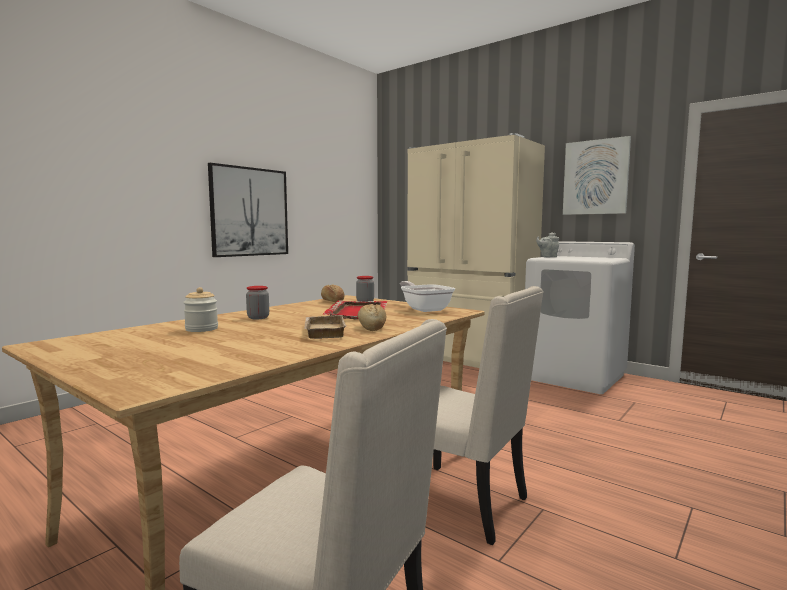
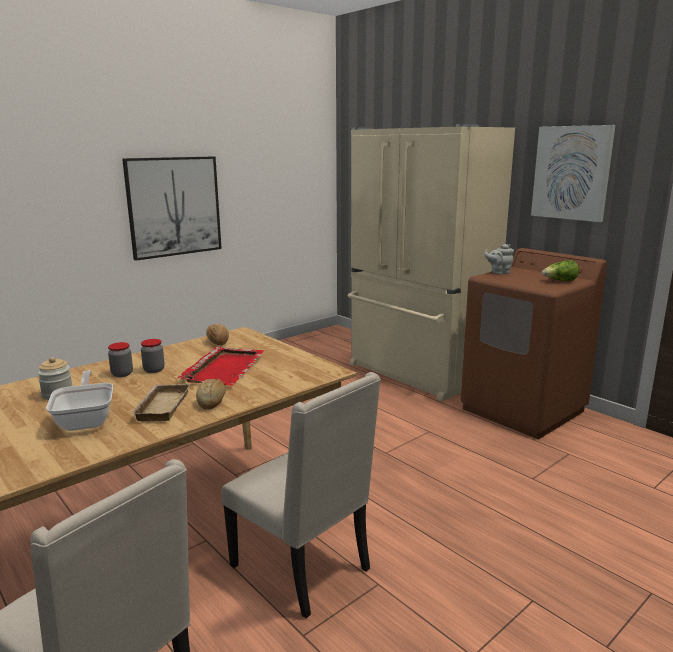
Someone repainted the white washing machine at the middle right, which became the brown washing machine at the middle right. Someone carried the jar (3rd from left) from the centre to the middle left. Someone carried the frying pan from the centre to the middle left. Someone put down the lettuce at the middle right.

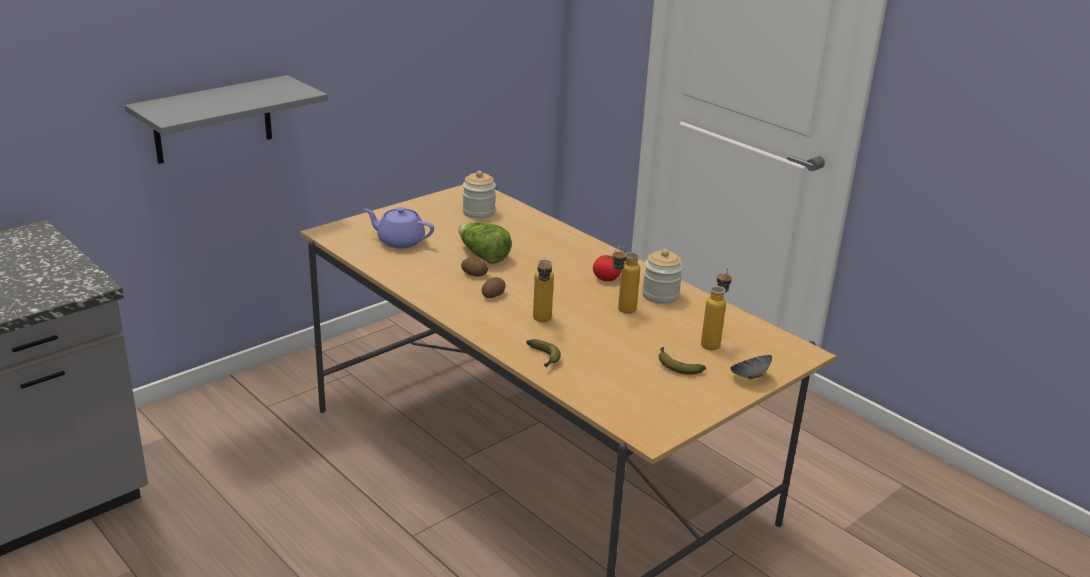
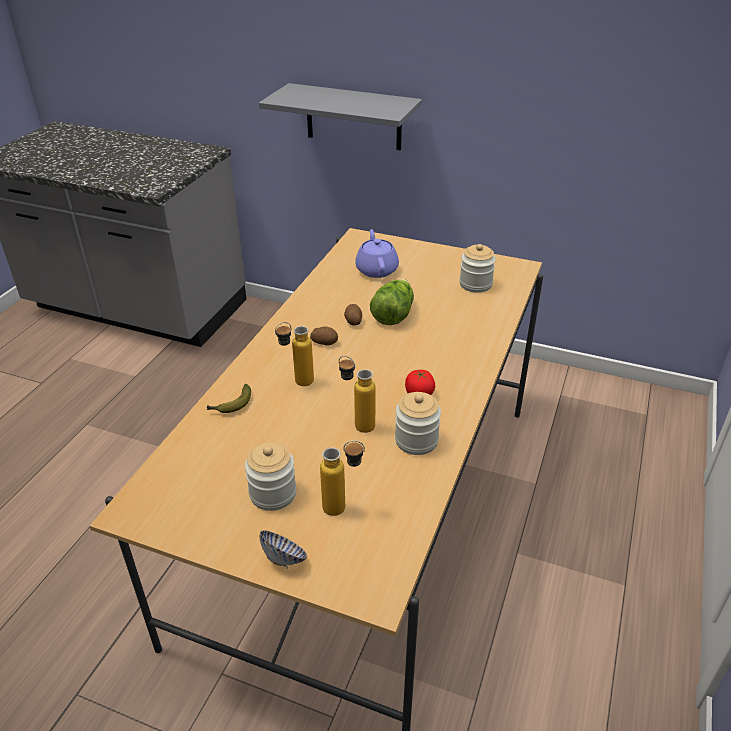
Someone swapped the banana (2nd from left) at the centre for the jar (1st from left) at the centre.

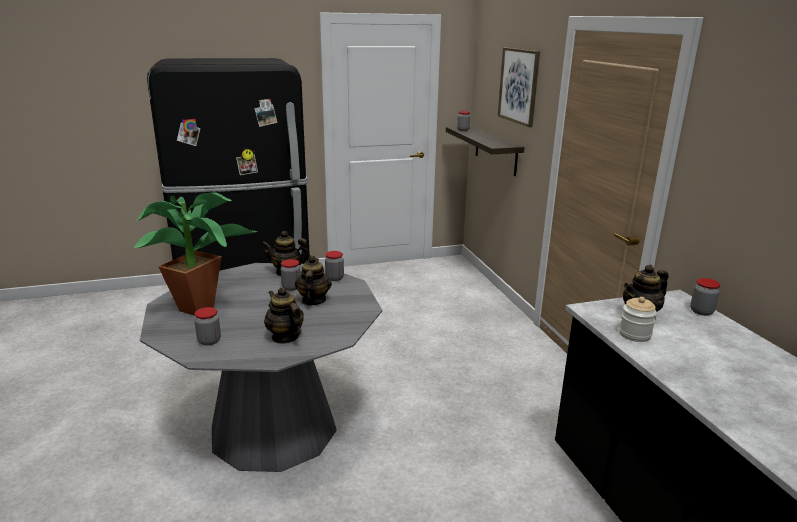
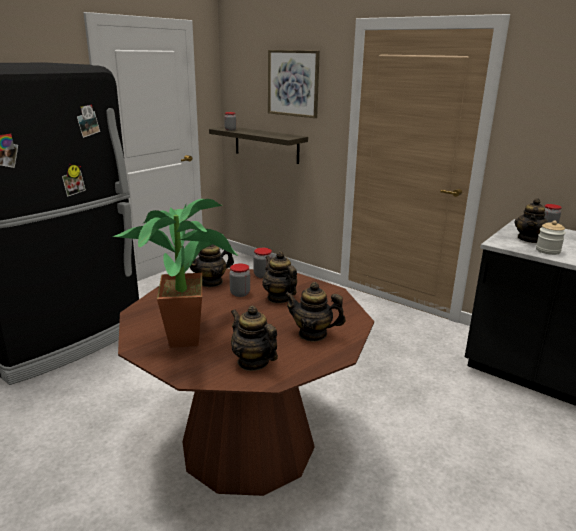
Someone repainted the grey dining table at the bottom left, which became the brown dining table at the bottom centre. Someone swapped the jar (1st from left) at the middle left for the teapot (2nd from left) at the centre.

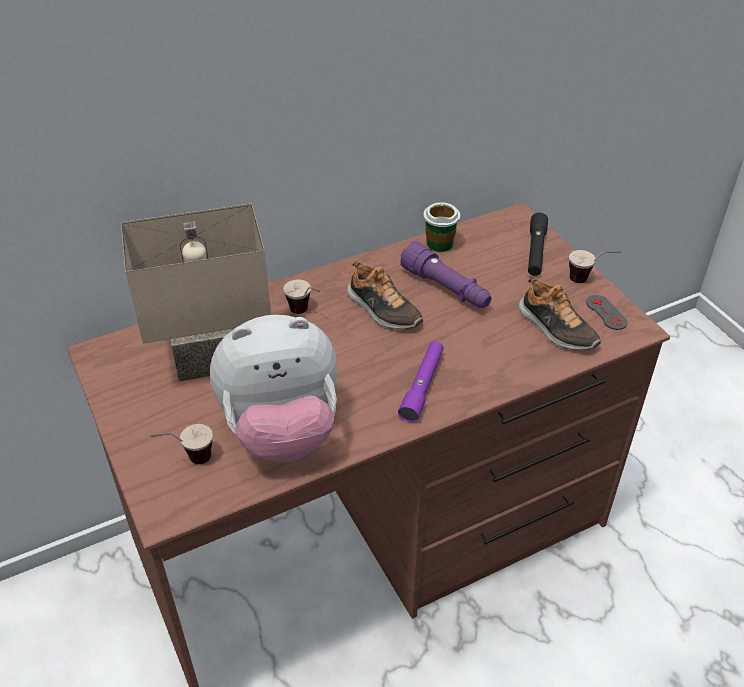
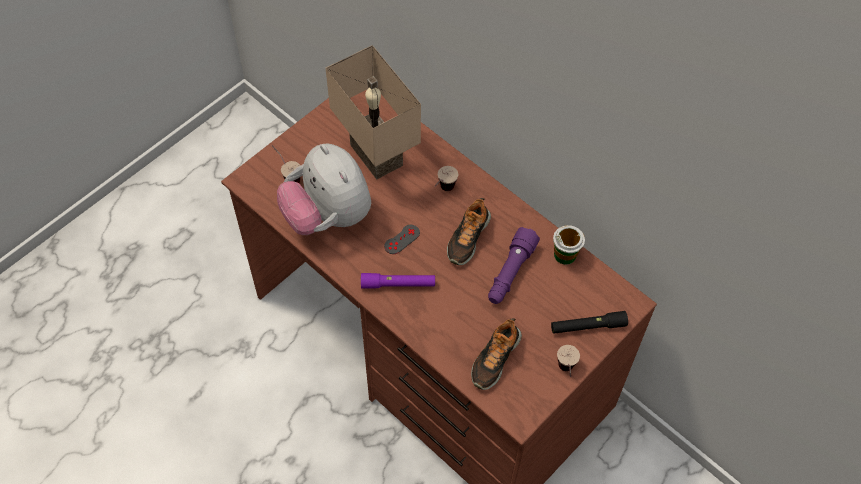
Someone carried the grey game controller from the middle right to the centre.

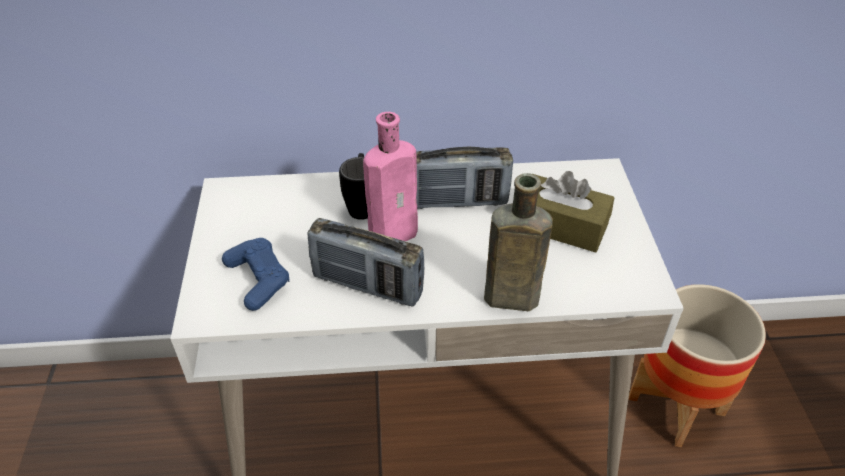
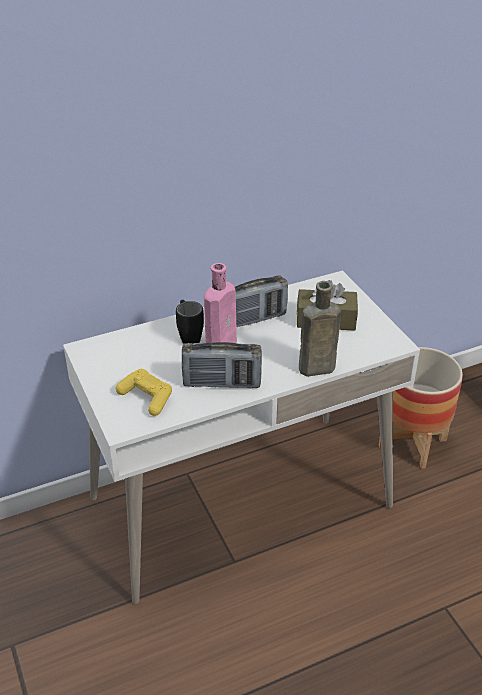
Someone repainted the blue game controller at the middle left, which became the yellow game controller at the middle left.

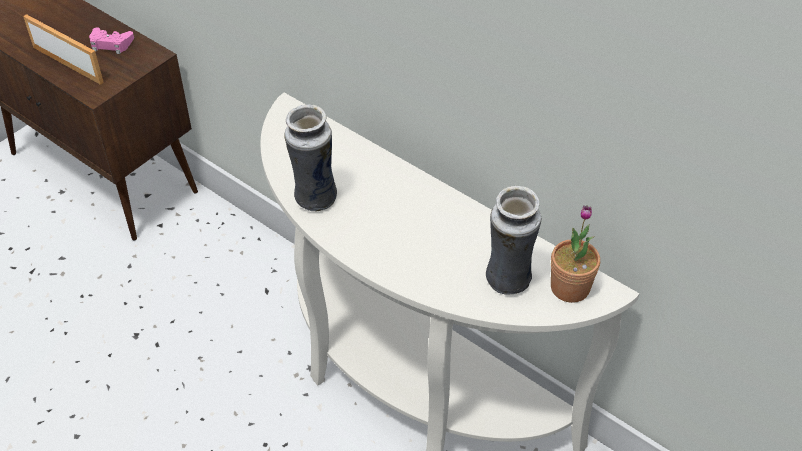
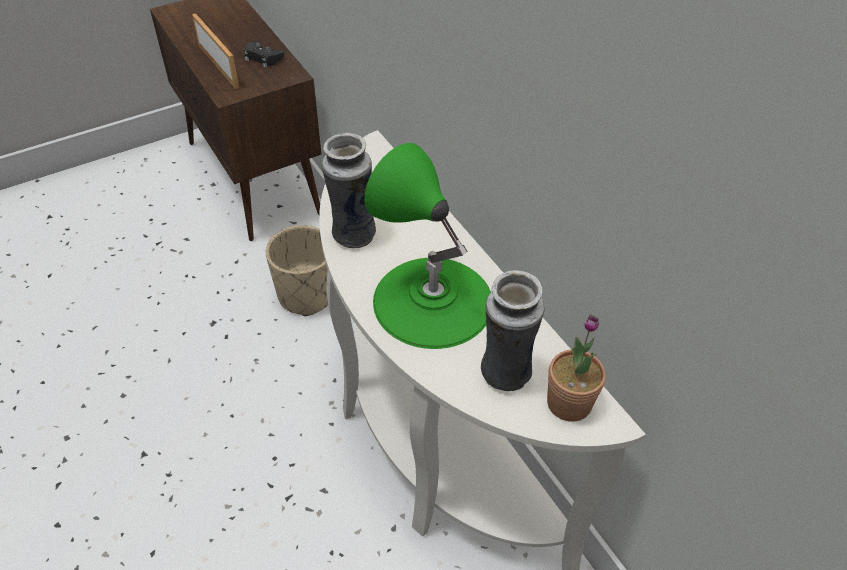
Someone repainted the pink game controller at the top left, which became the black game controller at the top left. Someone put down the green table lamp at the centre. Someone put down the beige planter at the centre.

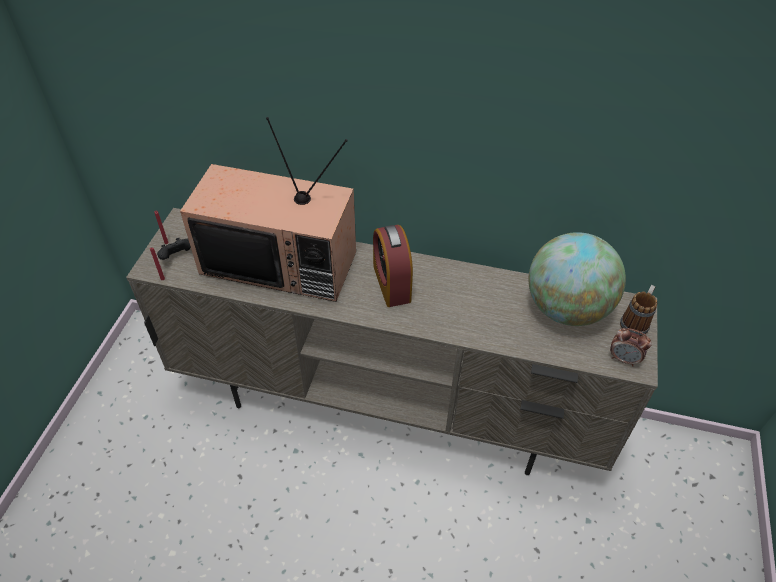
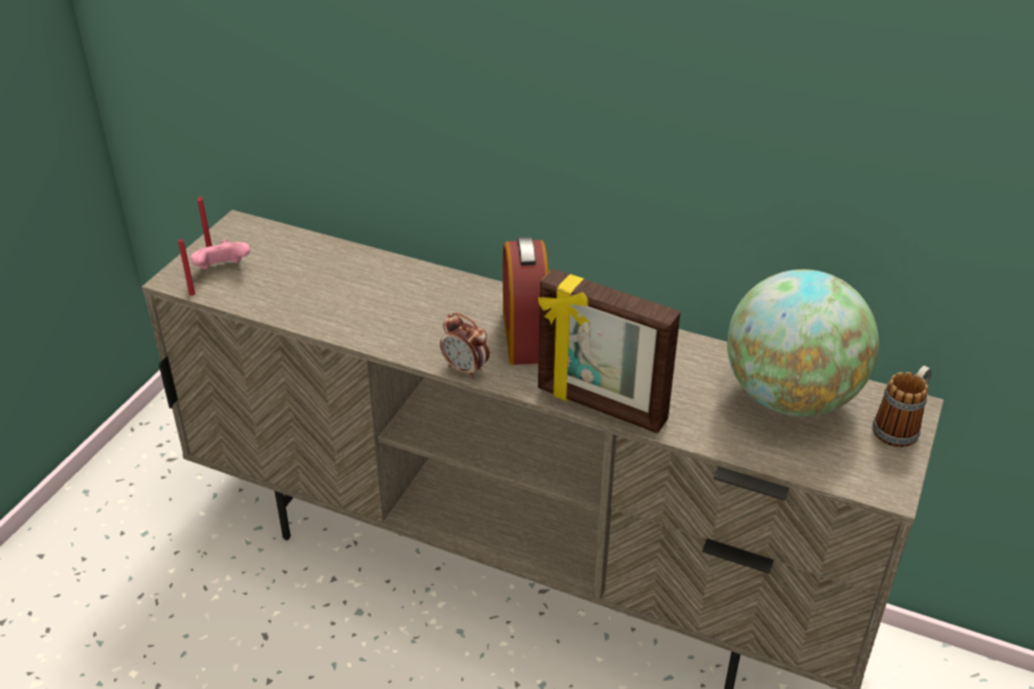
Someone took away the television at the centre. Someone repainted the black game controller at the middle left, which became the pink game controller at the middle left. Someone carried the alarm clock (2nd from left in the first image) from the middle right to the centre. Someone put down the picture frame at the centre.

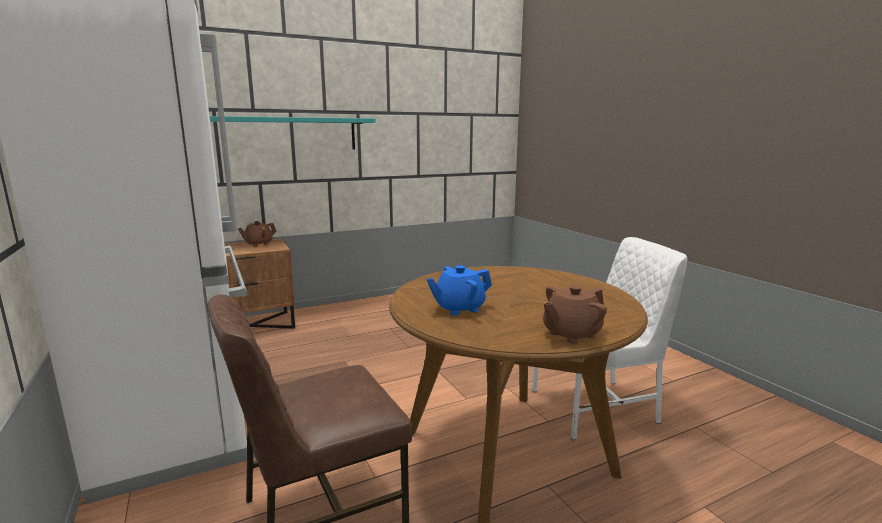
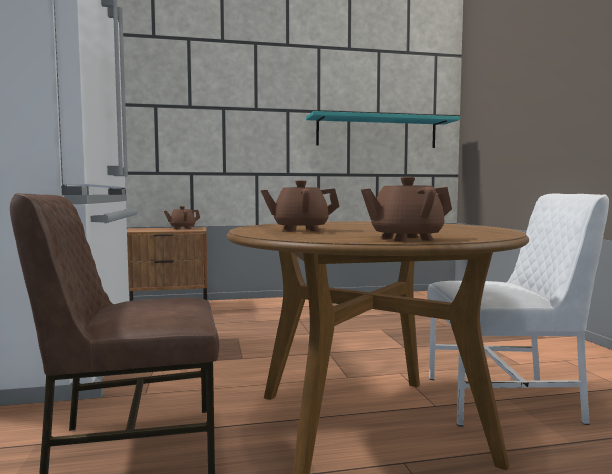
Someone carried the turquoise shelf from the top left to the top centre. Someone repainted the blue teapot at the centre, which became the brown teapot (2nd from left) at the centre.

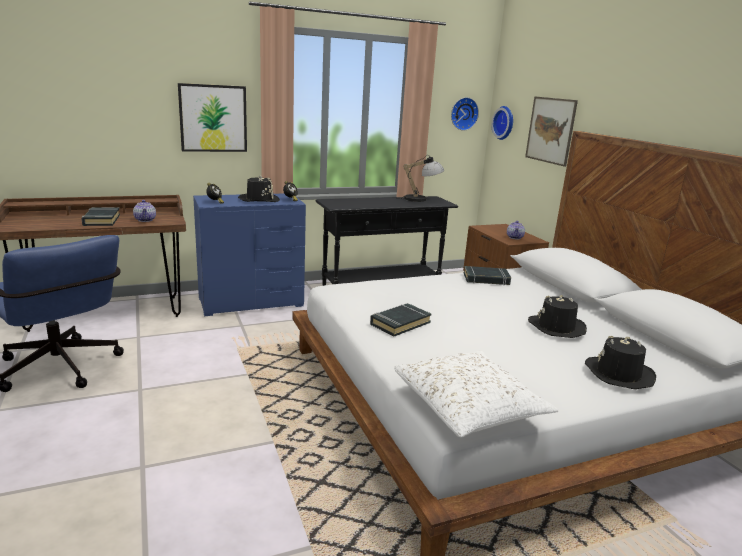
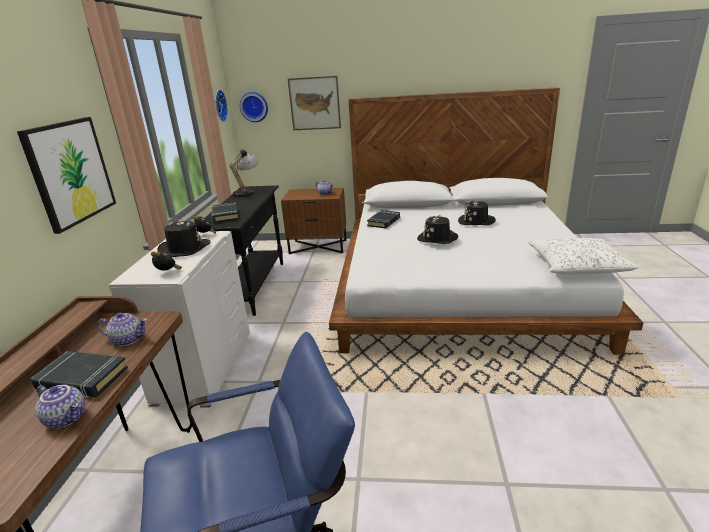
Someone repainted the blue dresser at the centre, which became the white dresser at the middle left. Someone carried the black book (2nd from left) from the centre to the middle left. Someone carried the black hat (3rd from left in the first image) from the middle right to the centre. Someone put down the teapot (1st from left) at the bottom left.

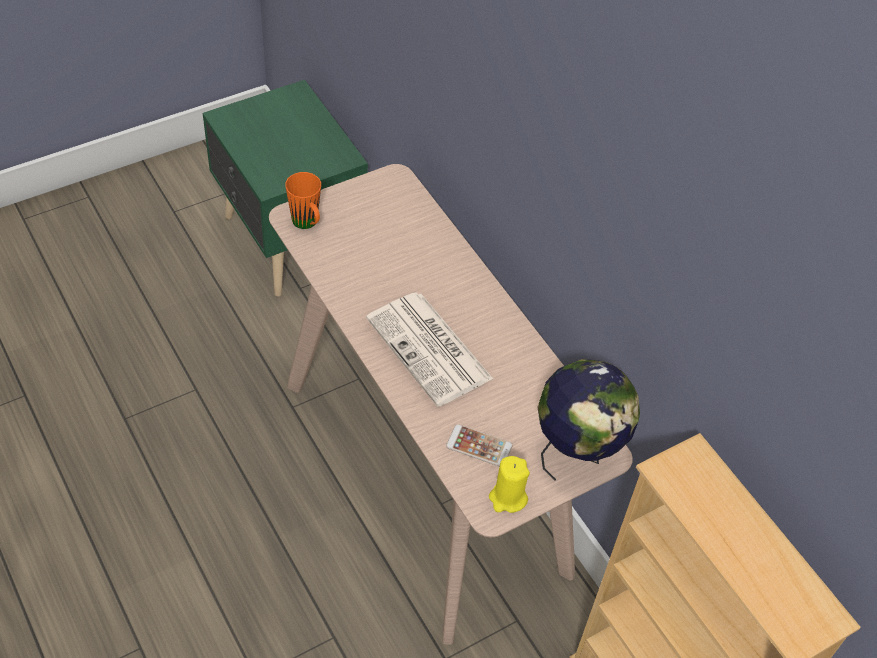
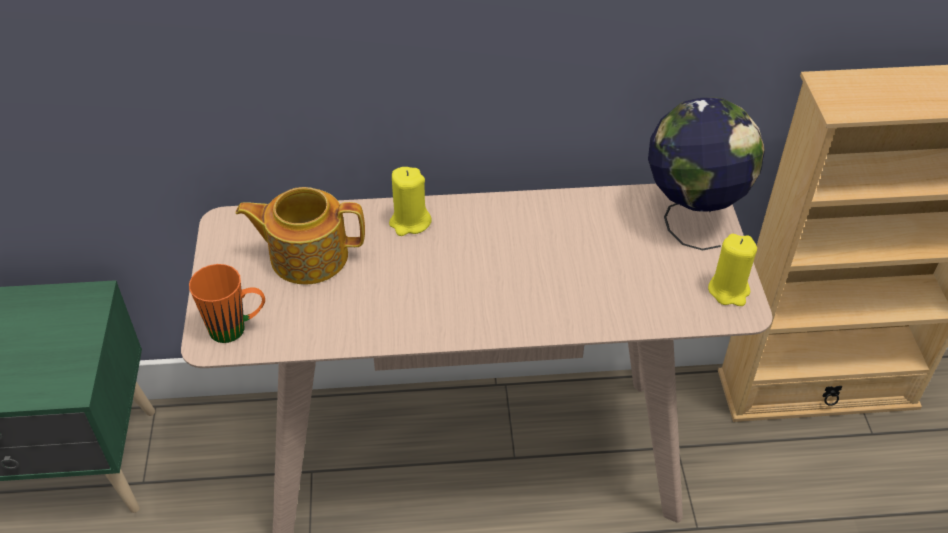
Someone took away the newspaper at the centre. Someone took away the phone at the bottom centre. Someone put down the yellow candle (1st from left) at the centre. Someone put down the teapot at the middle left.

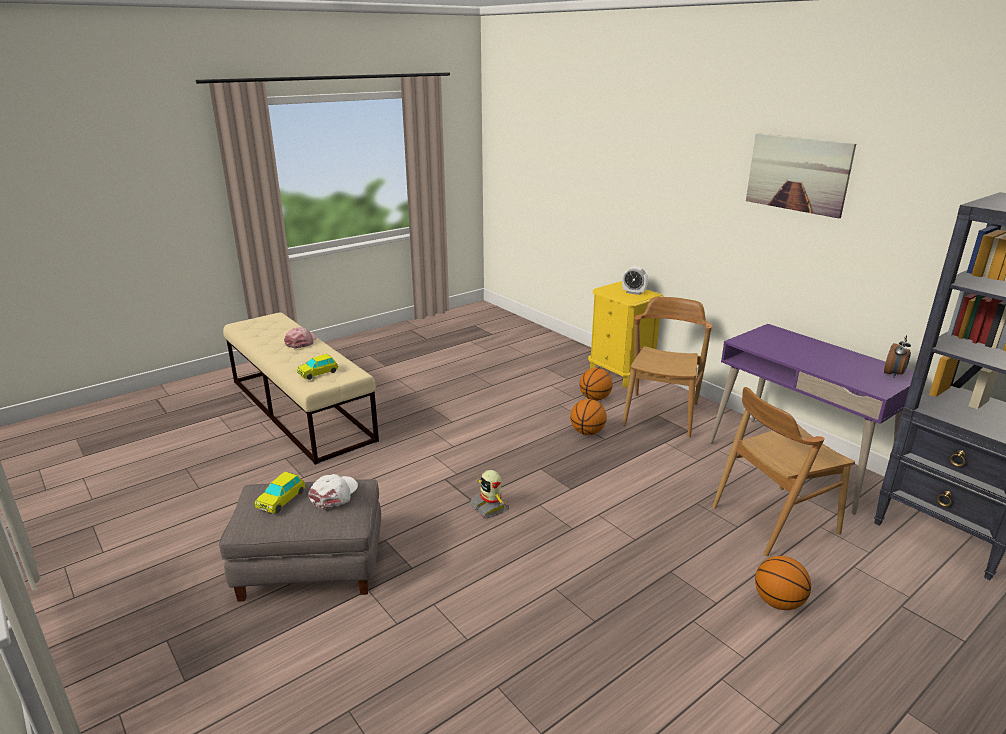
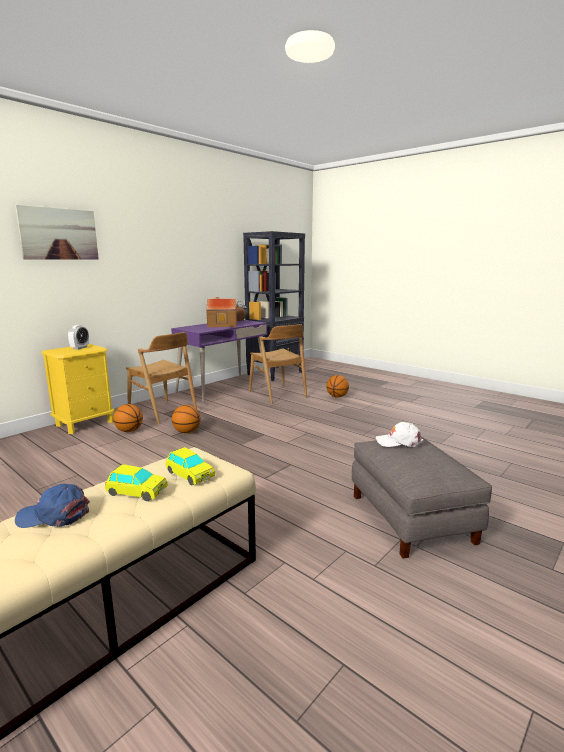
Someone carried the picture from the top right to the top left. Someone rotated the brown chair (1st from left) at the centre by 150 degrees counterclockwise. Someone repainted the pink cap at the middle left, which became the blue cap at the bottom left. Someone took away the toy robot at the bottom centre. Someone carried the toy car (1st from left) from the bottom left to the middle left. Someone put down the toy house at the centre.

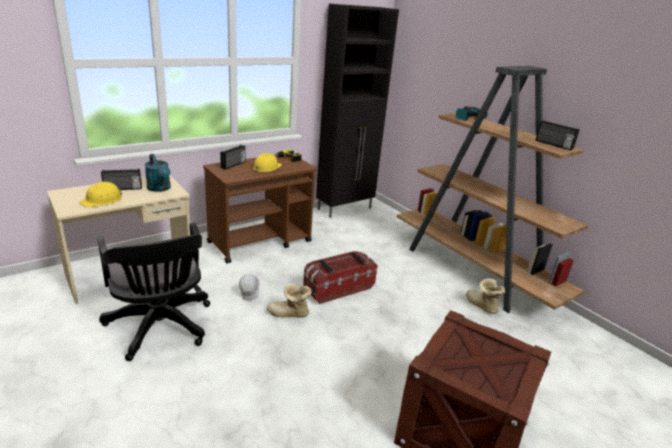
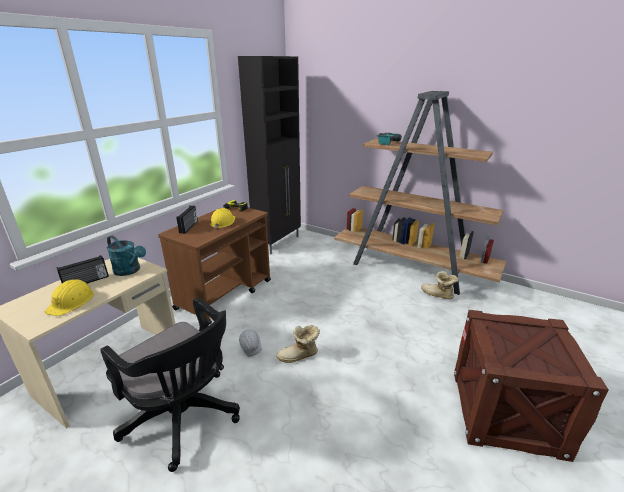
Someone took away the radio (3rd from left) at the top right. Someone took away the storage box at the centre.

